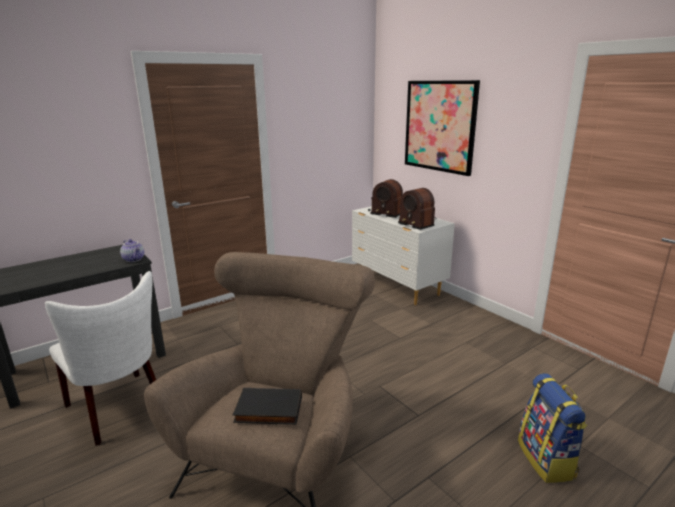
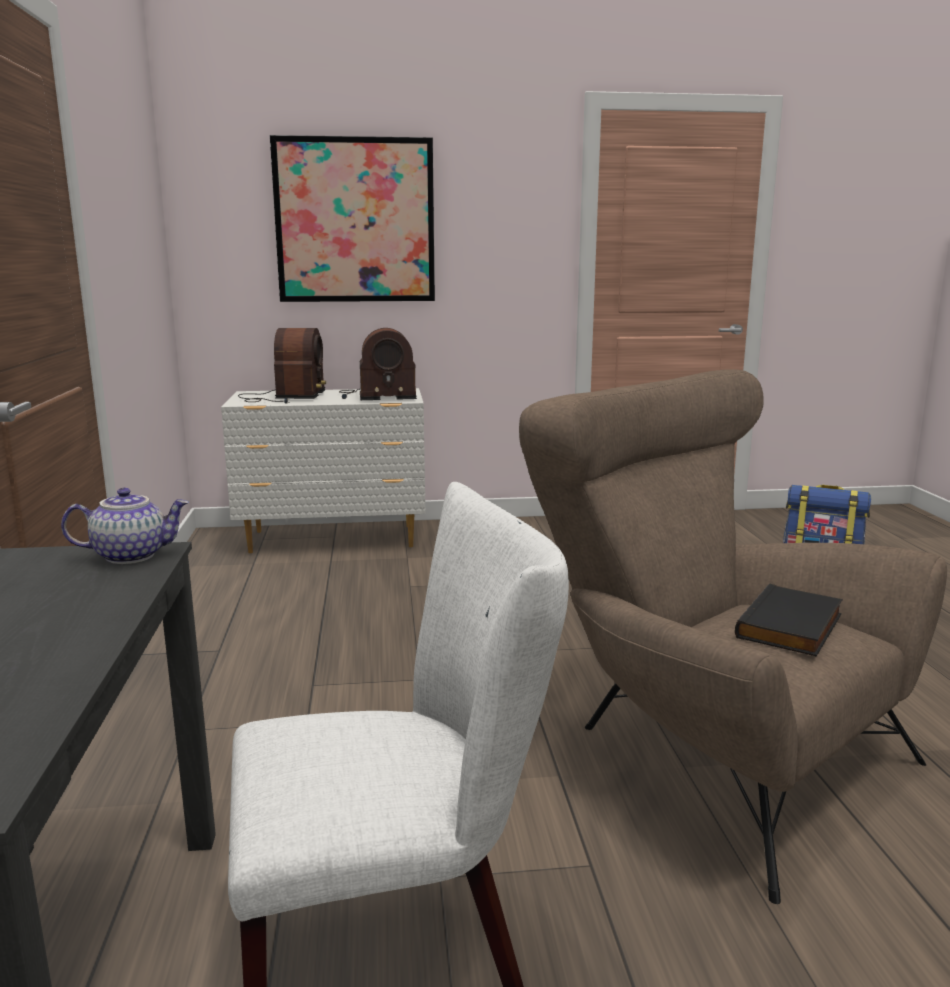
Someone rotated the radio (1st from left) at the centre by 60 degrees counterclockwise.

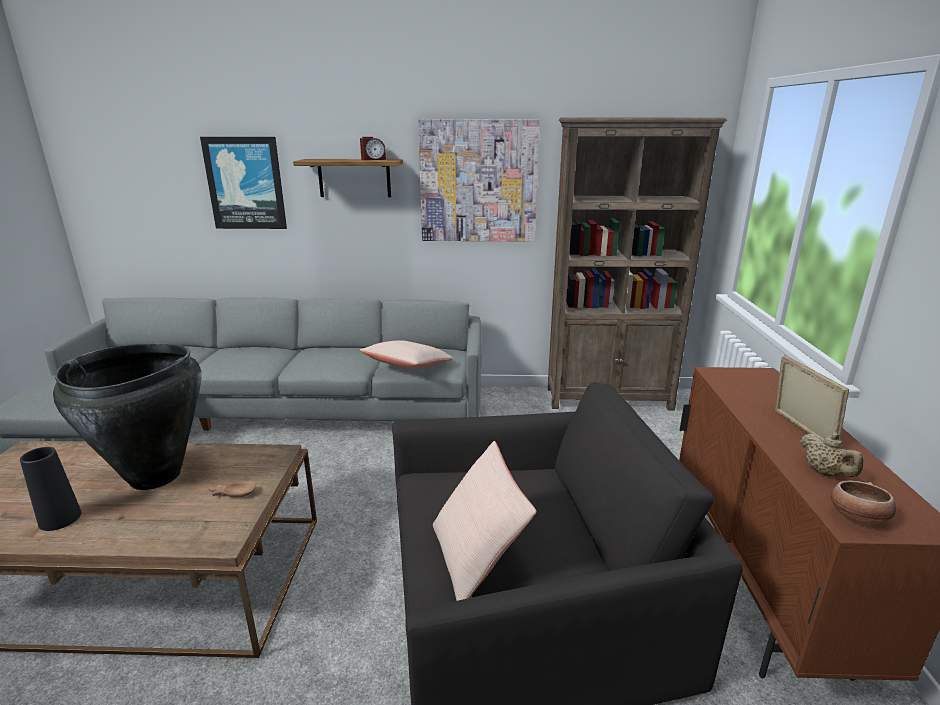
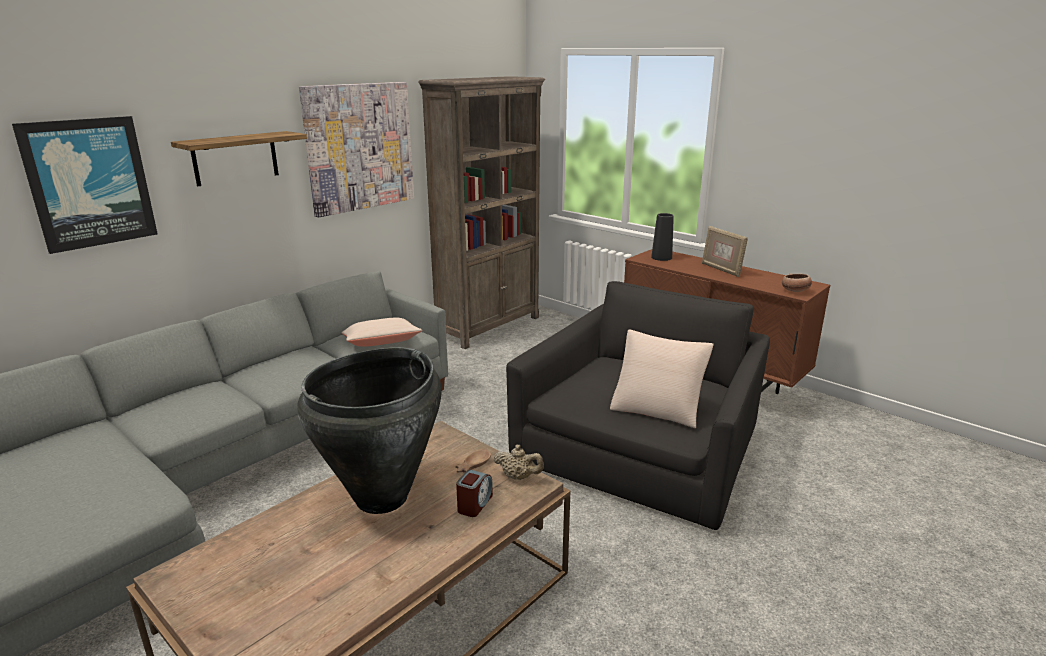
Someone carried the alarm clock from the top centre to the bottom centre. Someone rotated the picture frame at the middle right by 150 degrees counterclockwise. Someone carried the beige teapot from the middle right to the bottom centre. Someone carried the black vase (1st from left in the first image) from the bottom left to the centre.

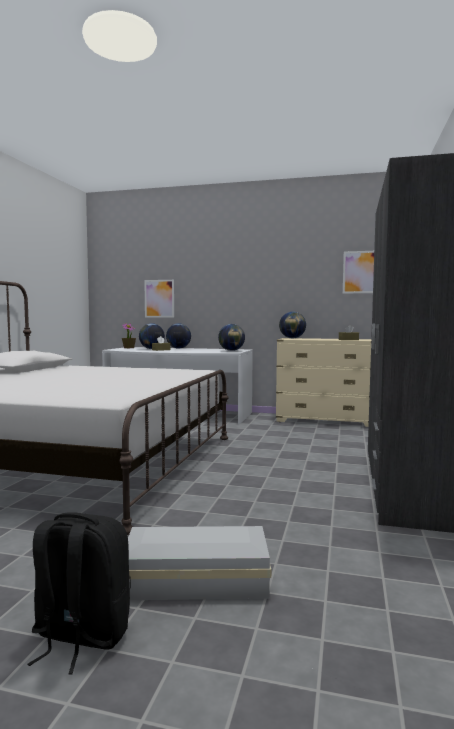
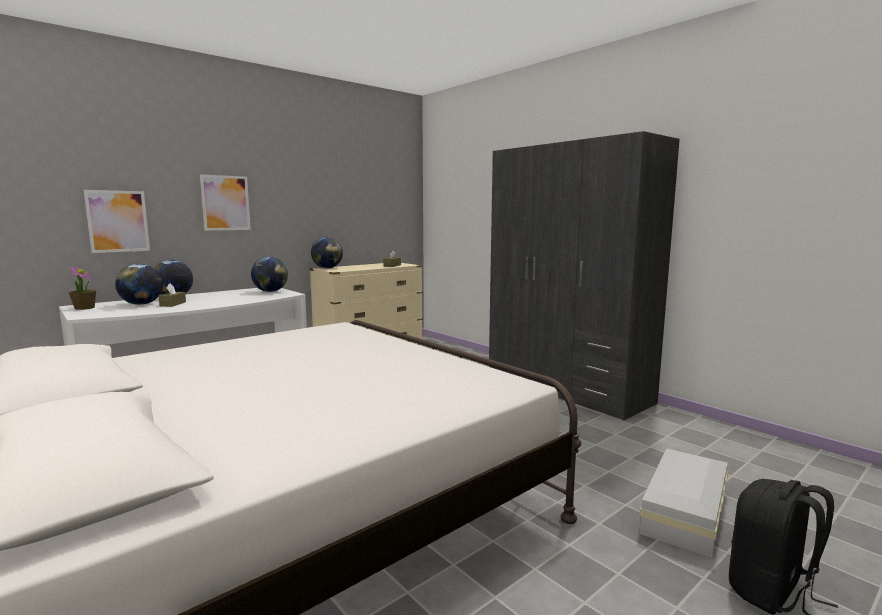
Someone carried the picture (2nd from left) from the middle right to the top left.

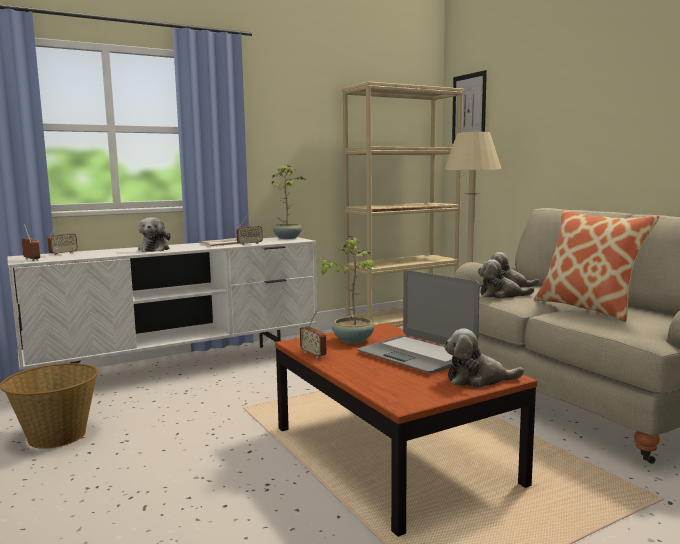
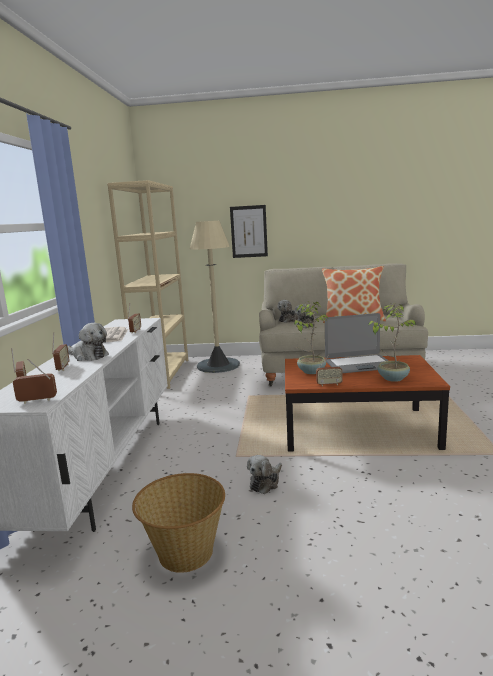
Someone carried the picture from the top right to the centre. Someone carried the potted plant (1st from left in the first image) from the centre to the middle right. Someone carried the plush toy (2nd from left) from the middle right to the bottom centre. Someone put down the radio (3rd from left) at the middle left.

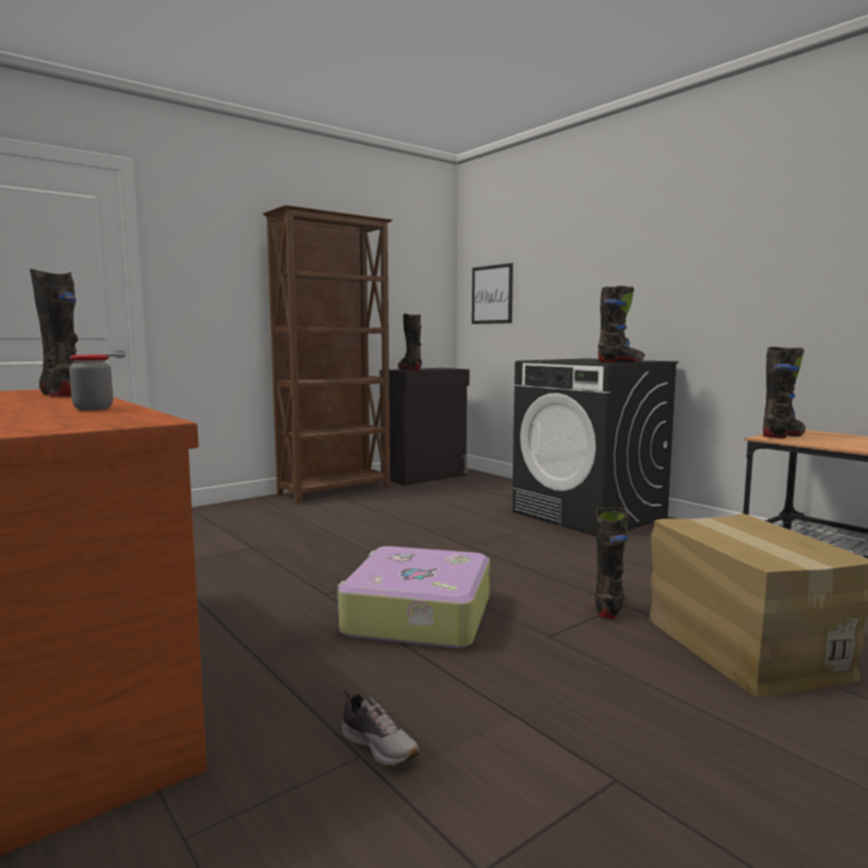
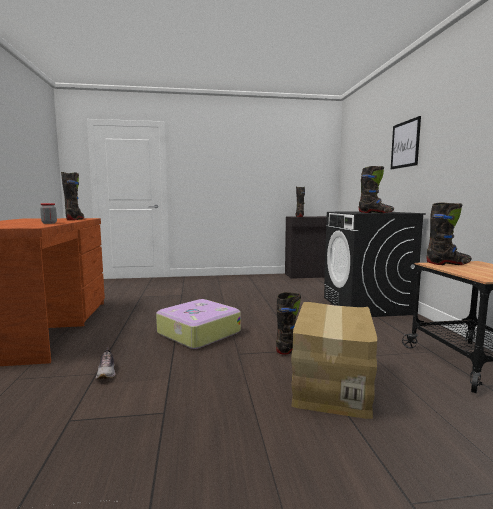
Someone took away the brown bookcase at the centre. Someone carried the picture from the centre to the top right.

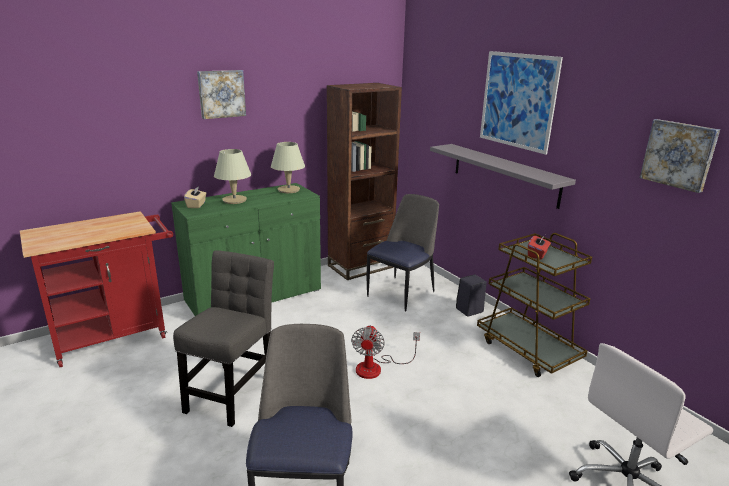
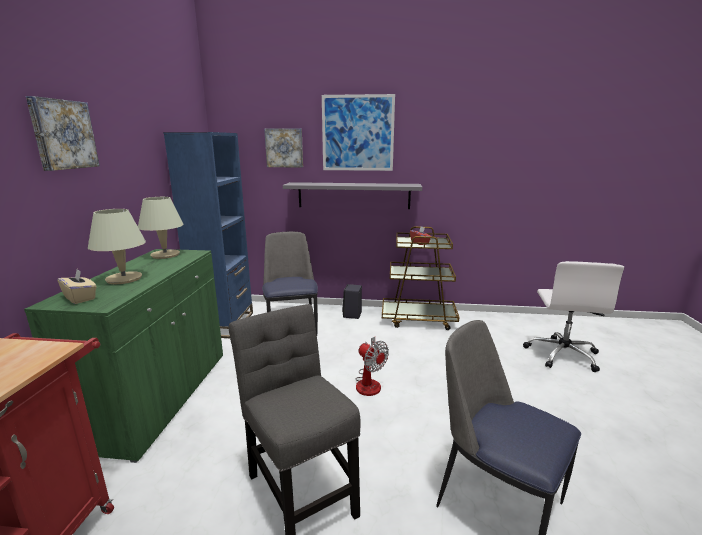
Someone repainted the brown bookcase at the centre, which became the blue bookcase at the middle left. Someone carried the picture (3rd from left in the first image) from the top right to the top centre.

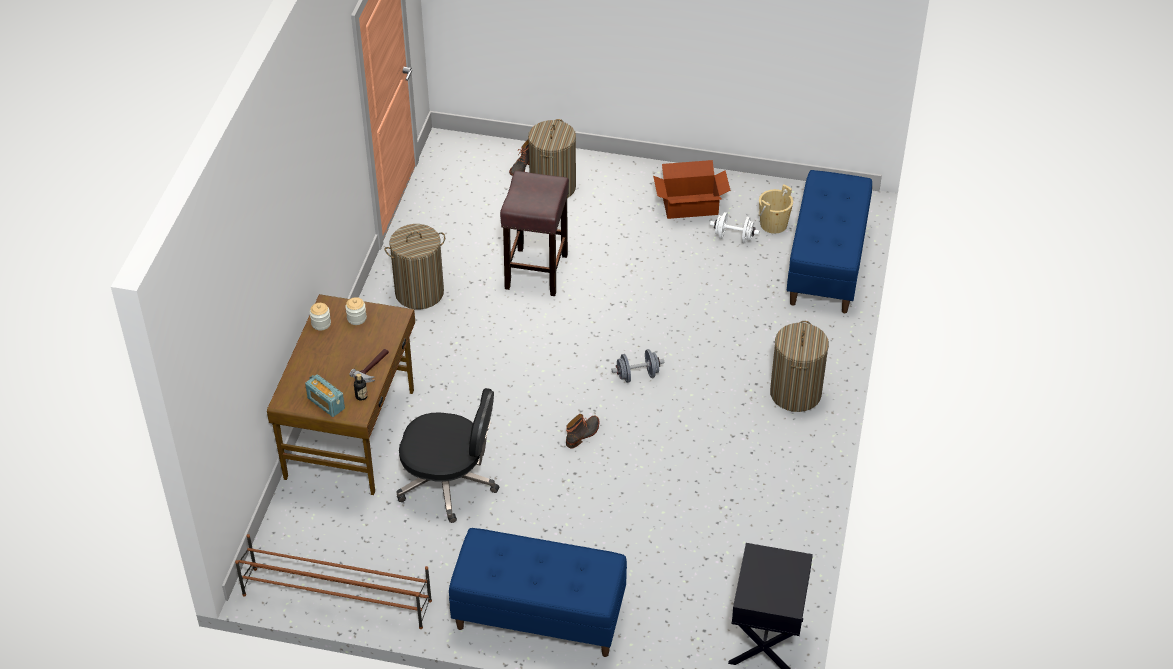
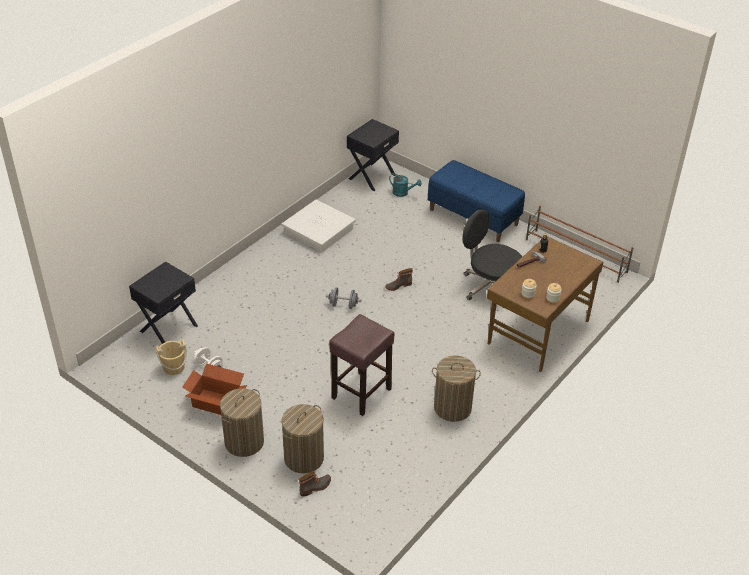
Someone swapped the blue bench (2nd from left) at the middle right for the black nightstand (1st from left) at the middle left. Someone carried the laundry basket (3rd from left in the first image) from the middle right to the bottom left. Someone took away the radio at the middle left. Someone put down the turquoise watering can at the top centre. Someone put down the white storage box at the centre.

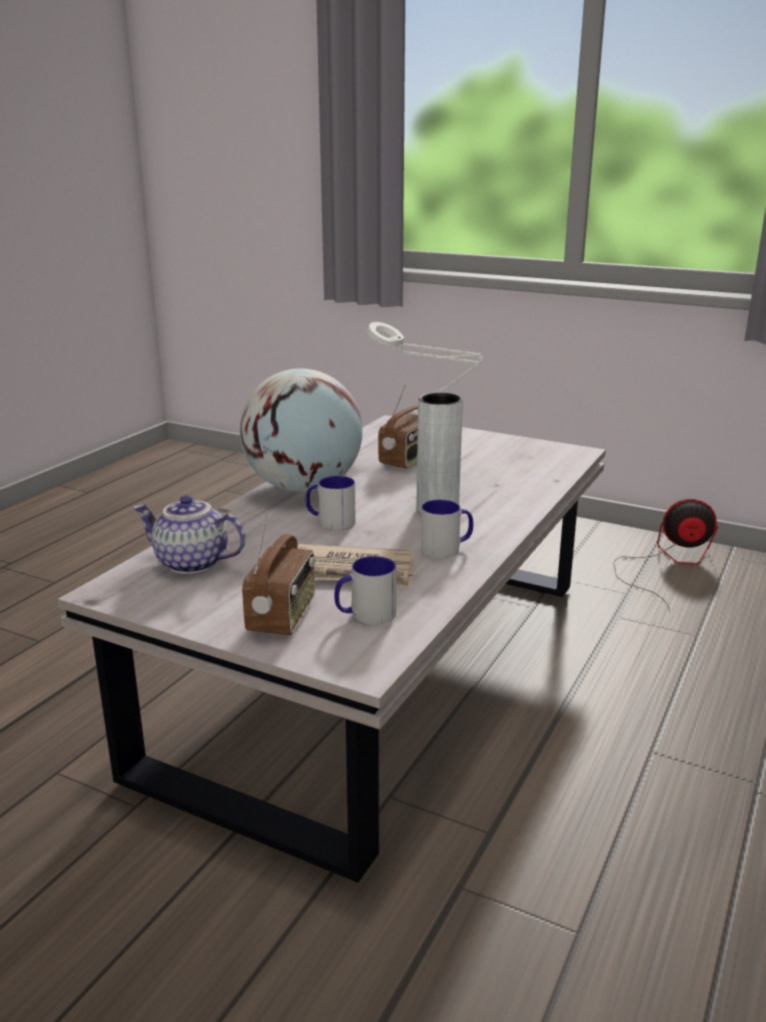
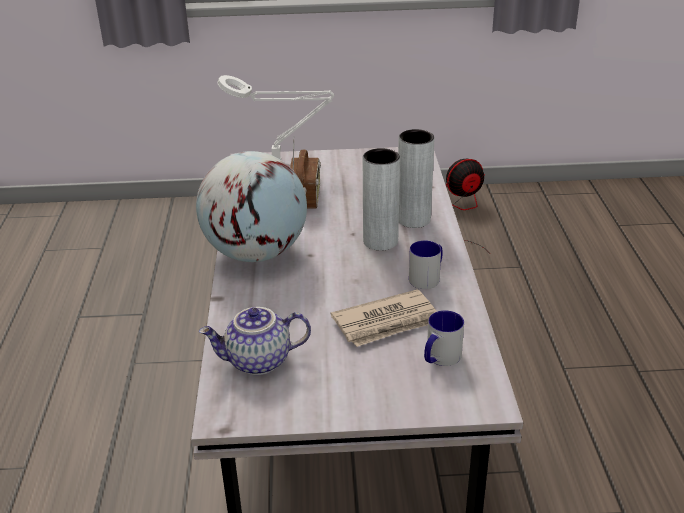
Someone took away the mug (1st from left) at the centre. Someone took away the radio (1st from left) at the centre. Someone put down the grey vase (2nd from left) at the centre.

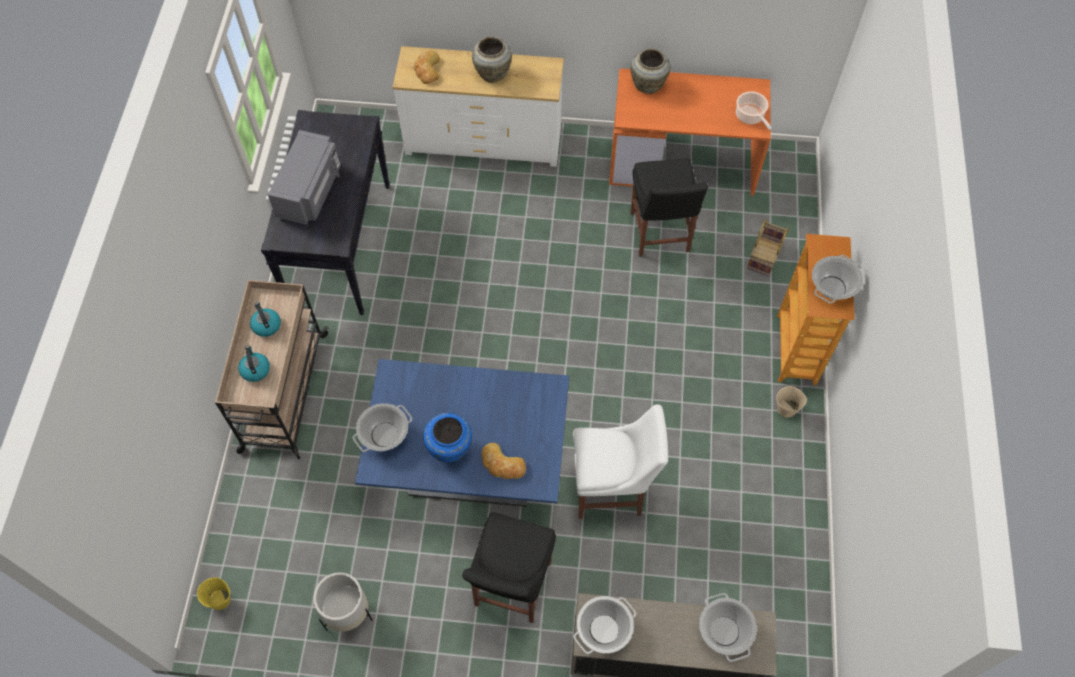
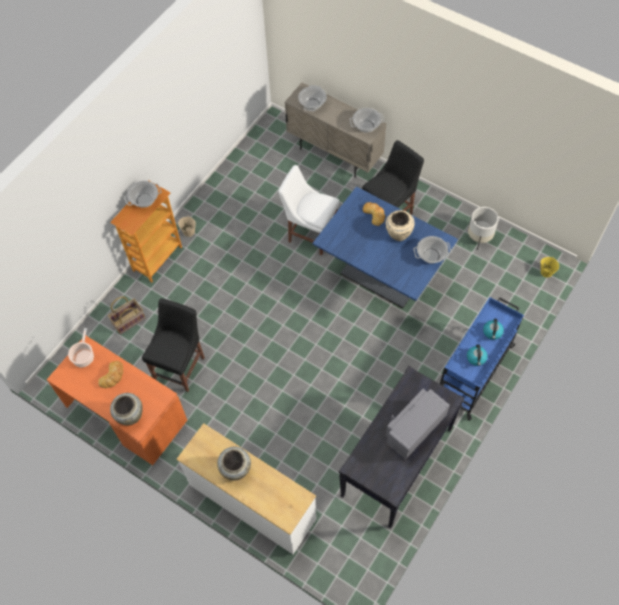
Someone carried the bread (1st from left) from the top centre to the middle left. Someone repainted the beige cart at the middle left, which became the blue cart at the middle right. Someone repainted the blue vase at the centre, which became the beige vase (3rd from left) at the centre.

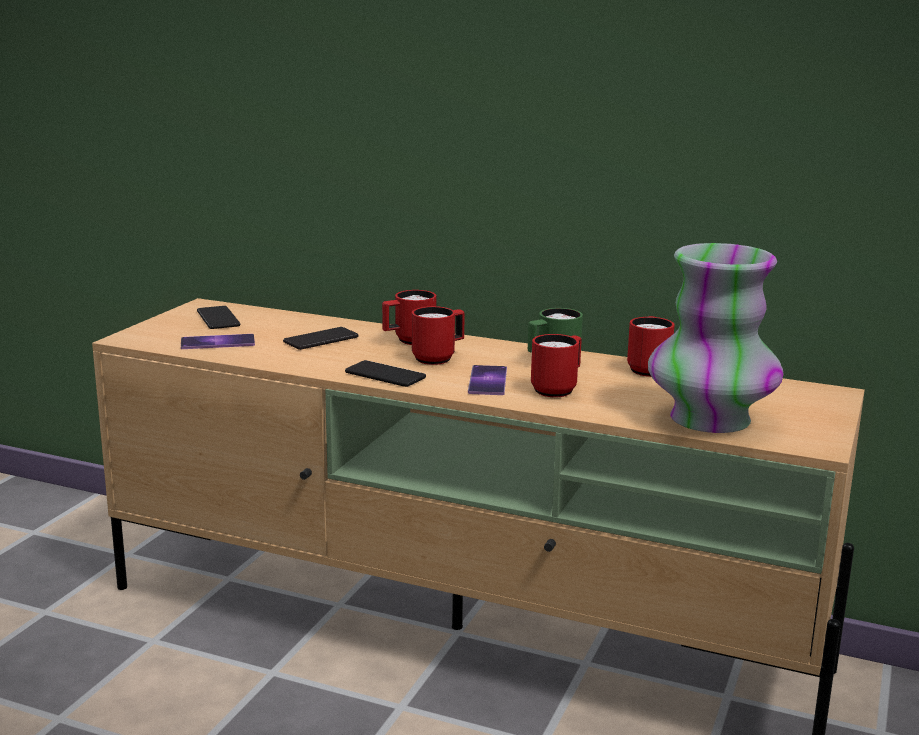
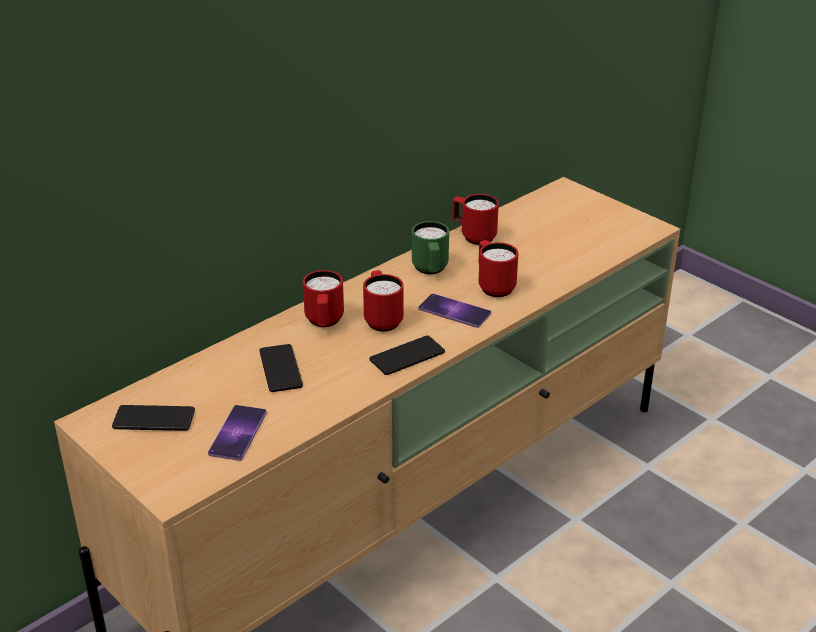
Someone took away the vase at the middle right.

